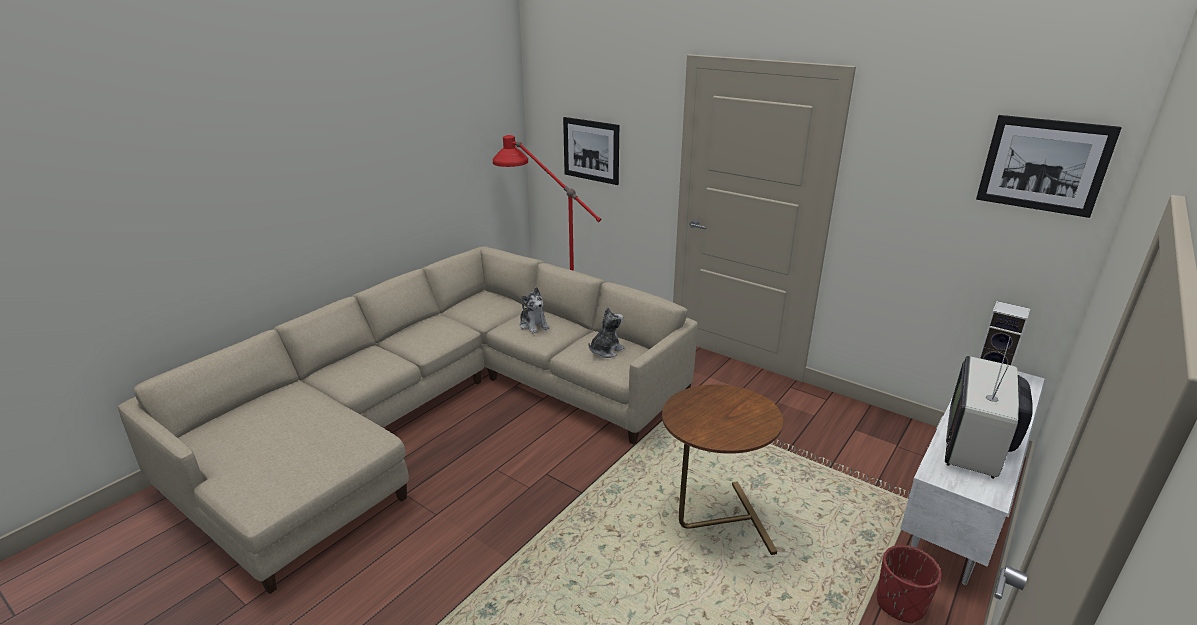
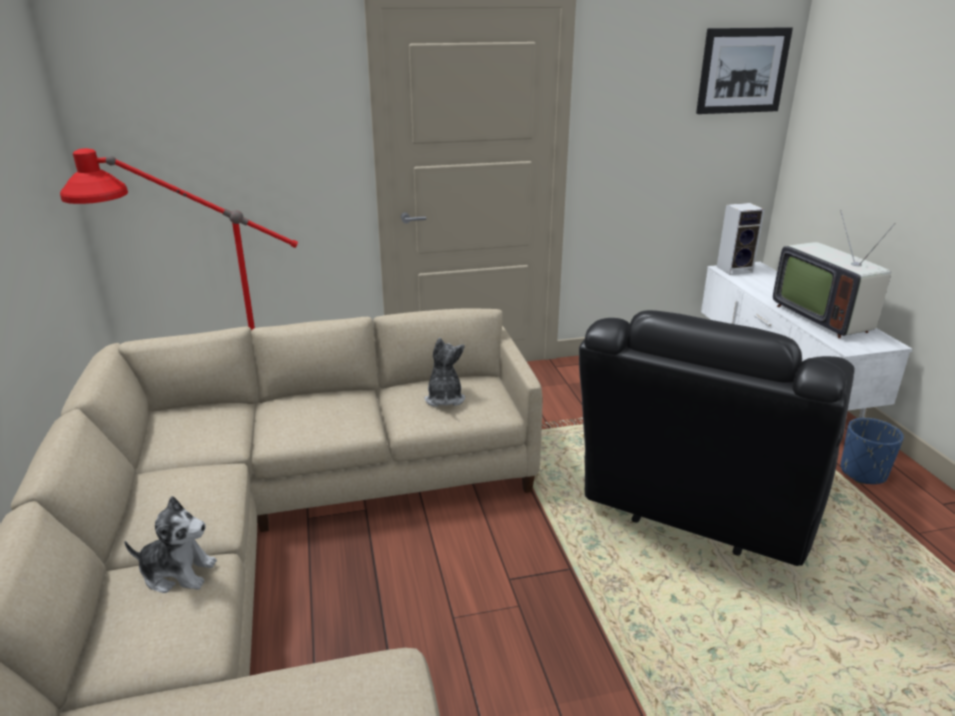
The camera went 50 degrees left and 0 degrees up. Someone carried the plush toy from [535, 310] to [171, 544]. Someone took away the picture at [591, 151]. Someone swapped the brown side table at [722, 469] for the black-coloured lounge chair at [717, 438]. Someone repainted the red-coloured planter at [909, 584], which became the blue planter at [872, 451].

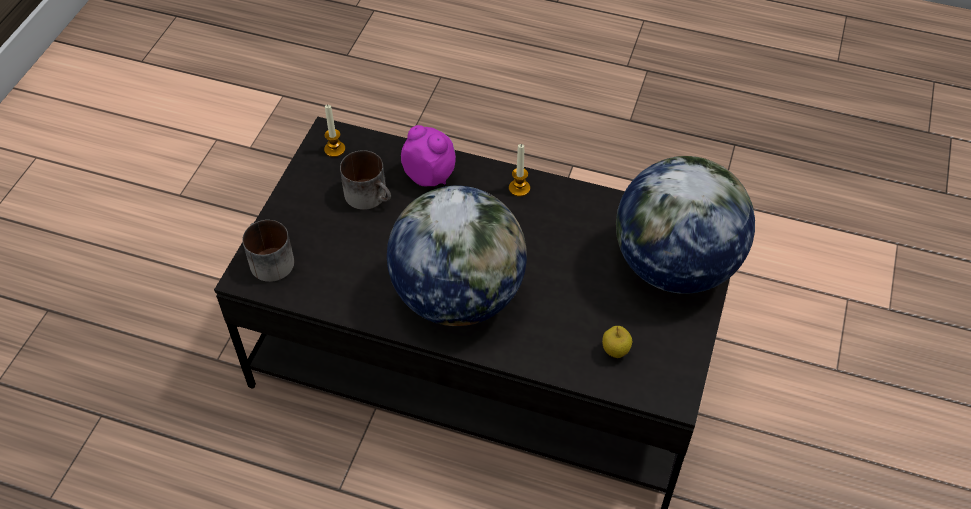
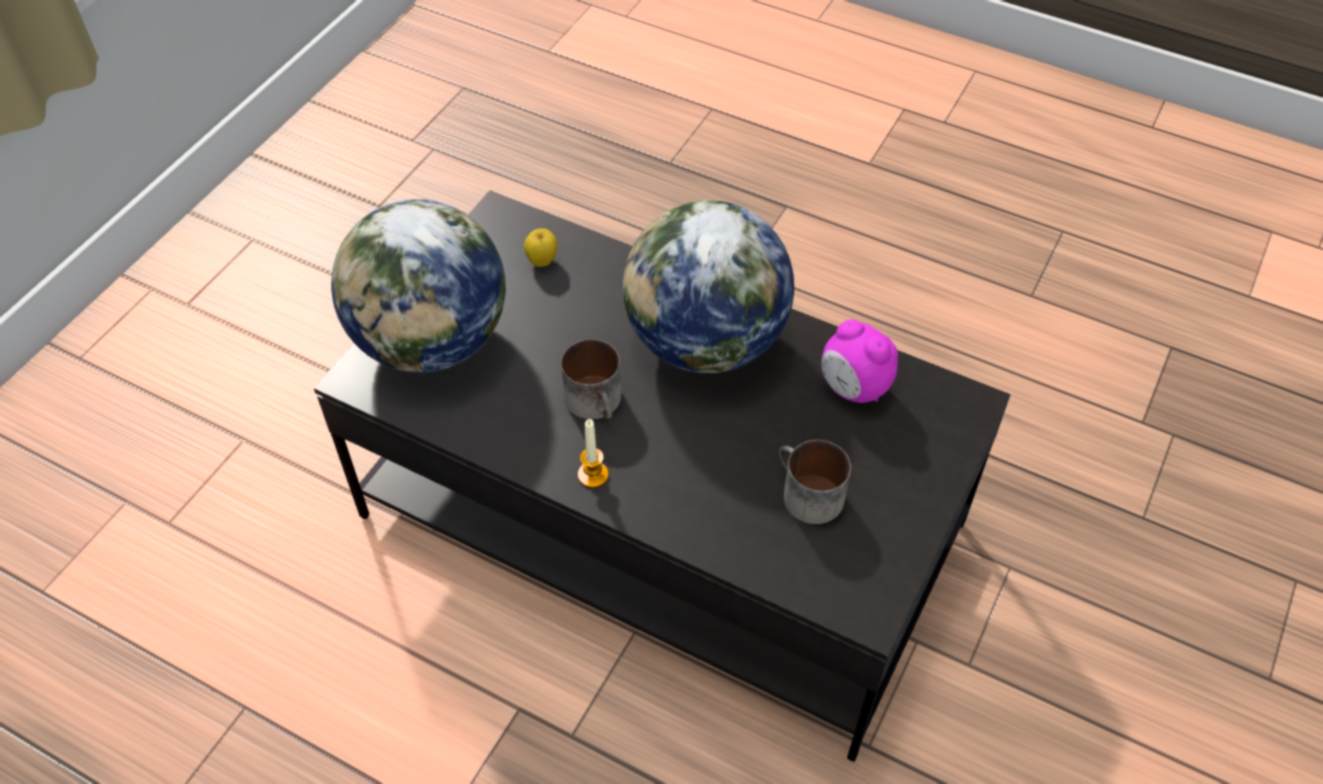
The camera went 170 degrees left and 0 degrees up. Someone carried the tea mug from [268, 251] to [591, 379]. Someone took away the candle at [334, 130]. Someone carried the bedside clock from [428, 155] to [859, 361].

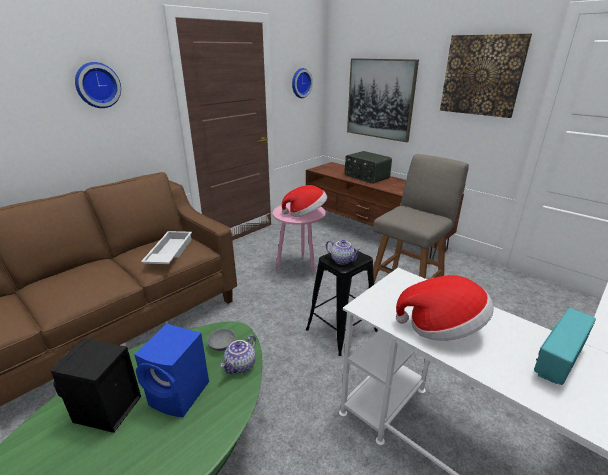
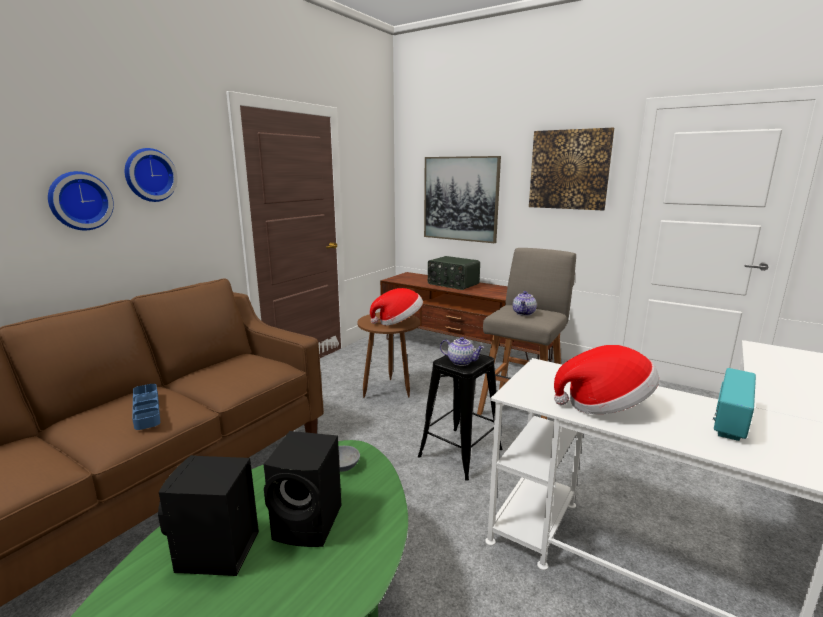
The camera went 10 degrees left and 10 degrees down. Someone repainted the blue audio speaker at [171, 370], which became the black-coloured audio speaker at [302, 489]. Someone took away the whitish carrying tray at [166, 247]. Someone carried the pot for tea from [238, 354] to [525, 303]. Someone repainted the pink-coloured side table at [299, 239], which became the brown side table at [388, 355]. Someone carried the clock on the wall from [302, 83] to [81, 200]. Someone put down the blue carrying tray at [146, 407].

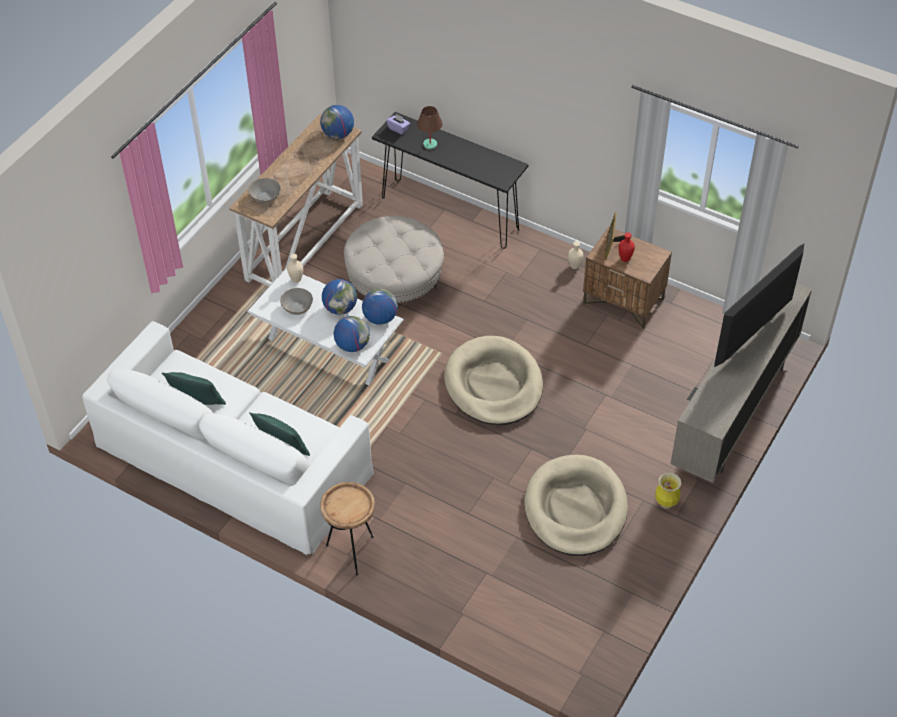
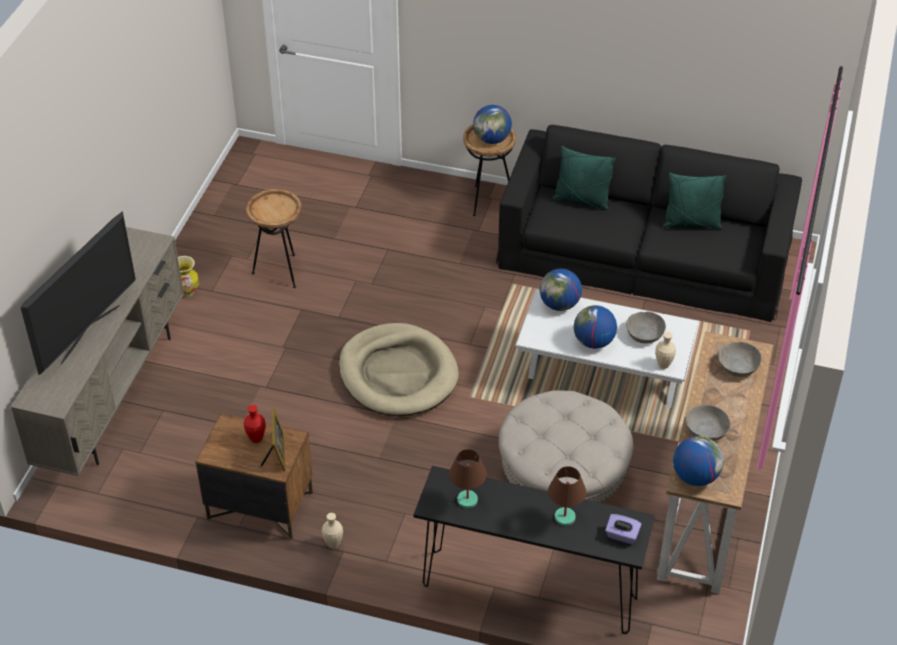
The camera went 165 degrees right and 5 degrees down. Someone repainted the whitish couch at [228, 438], which became the black-coloured couch at [649, 223]. Someone carried the globe from [380, 307] to [492, 124]. Someone swapped the beige dog cushion at [576, 505] for the brown side table at [274, 238]. Someone put down the brown tabletop lamp at [468, 478]. Someone put down the greyish bowl at [708, 423].

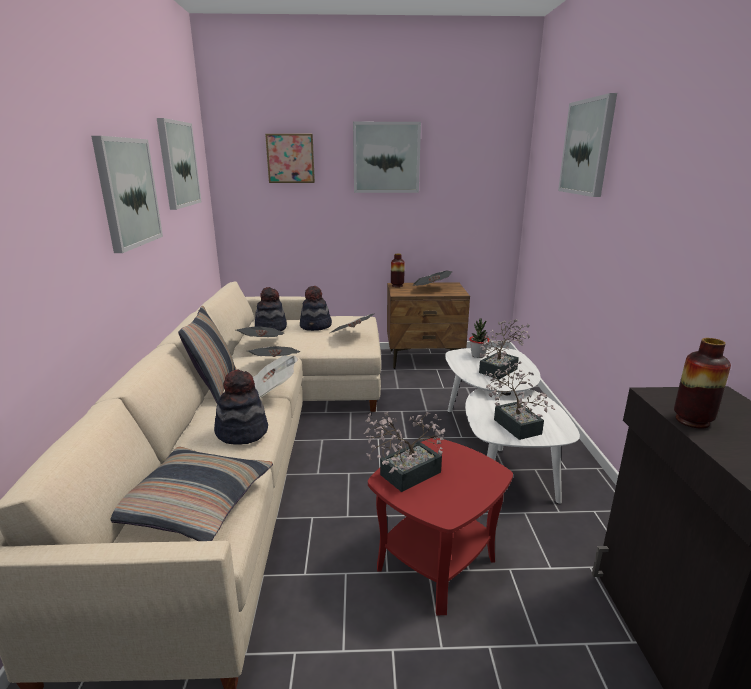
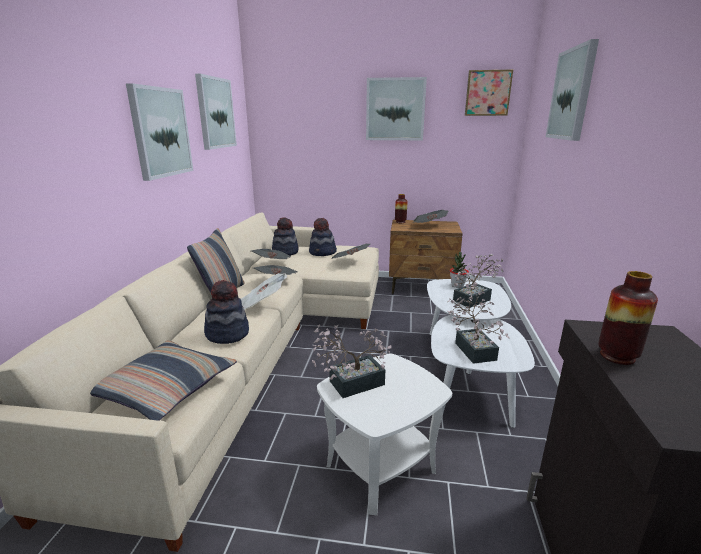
The camera went 10 degrees right and 0 degrees up. Someone carried the picture from [290, 158] to [489, 92]. Someone repainted the red-coloured side table at [440, 526], which became the whitish side table at [384, 434].

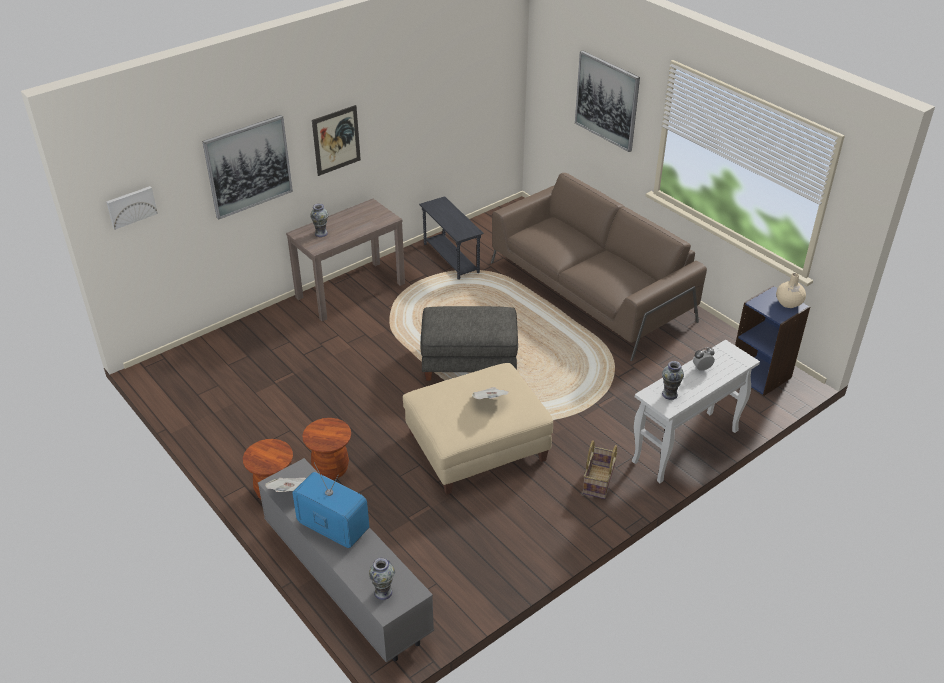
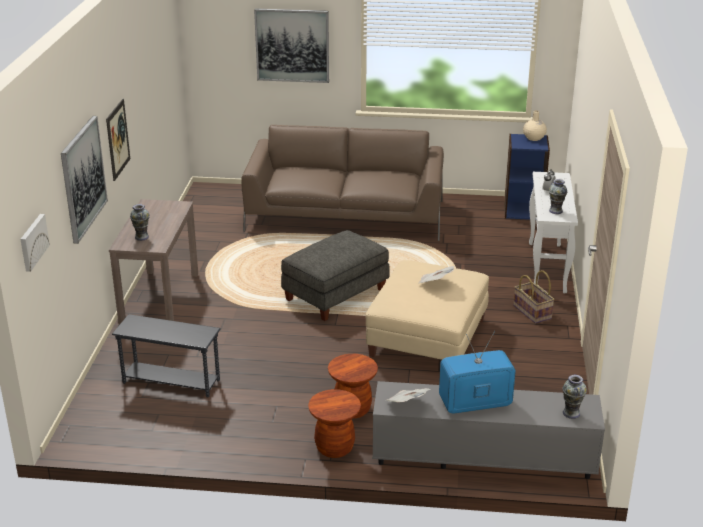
The camera went 45 degrees left and 10 degrees down. Someone carried the greyish side table from [451, 238] to [166, 356].

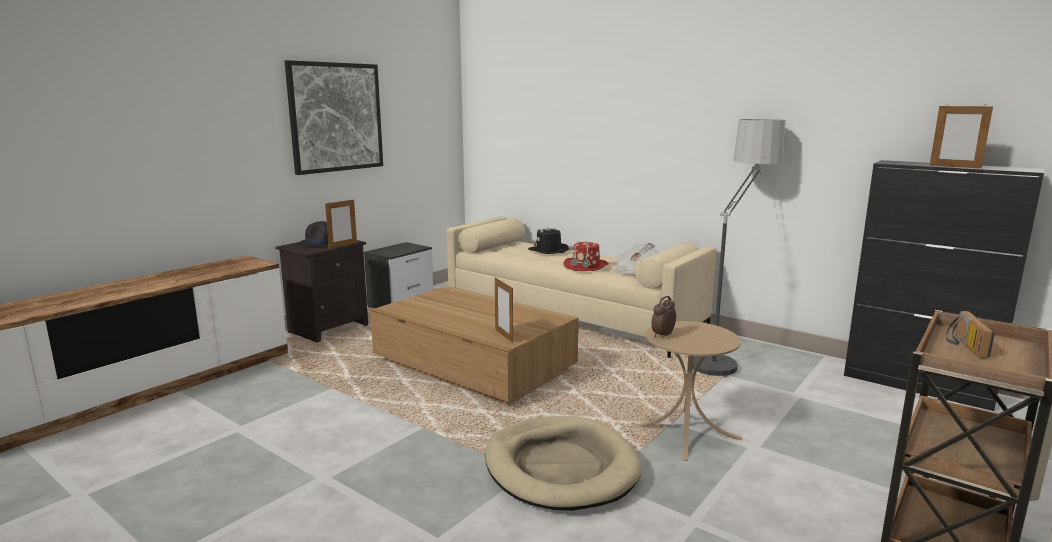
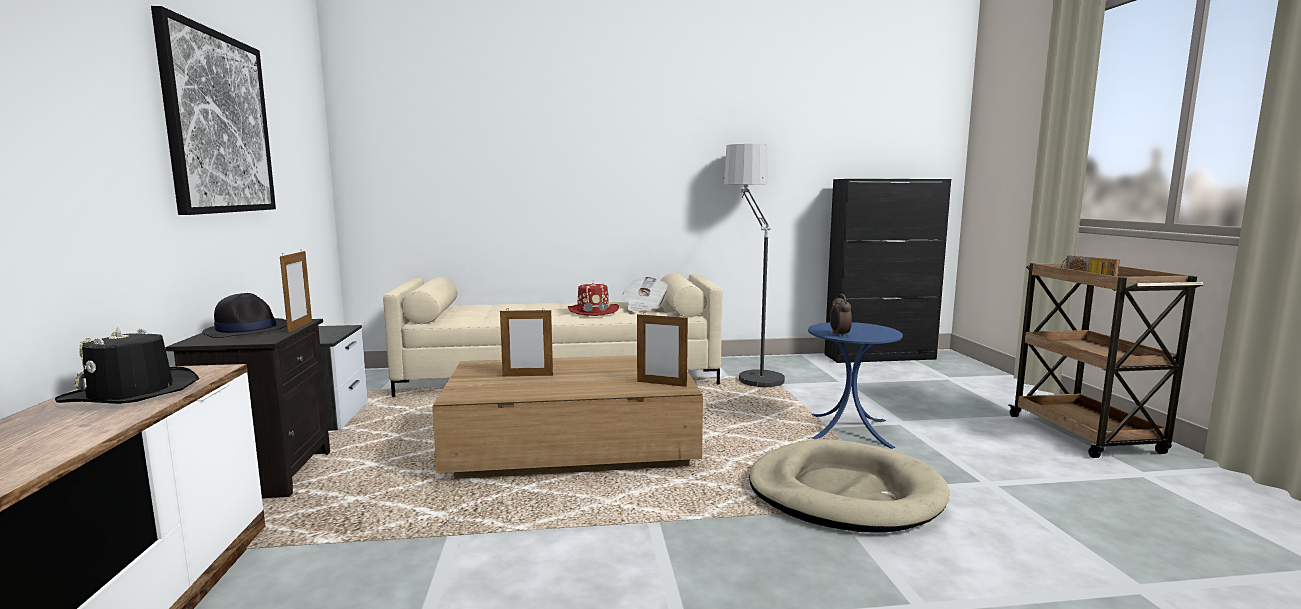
The camera went 45 degrees left and 5 degrees down. Someone carried the black-coloured wearable hat from [548, 240] to [127, 365]. Someone repainted the beige side table at [688, 391], which became the blue side table at [855, 385]. Someone carried the picture frame from [961, 136] to [526, 342].

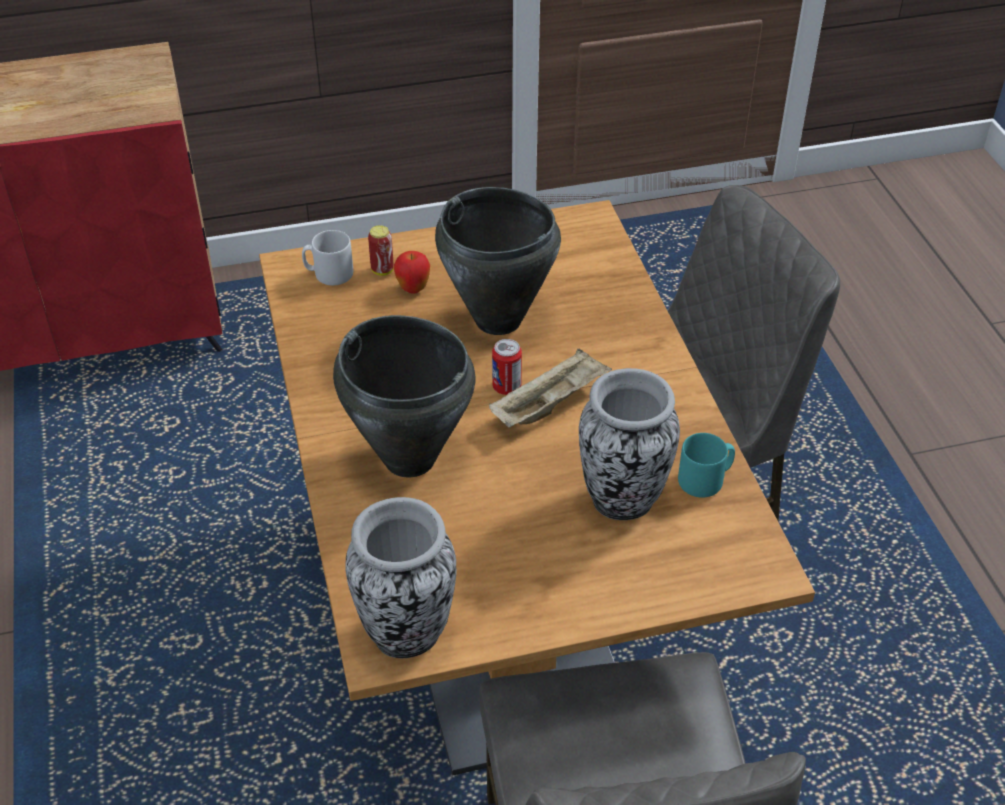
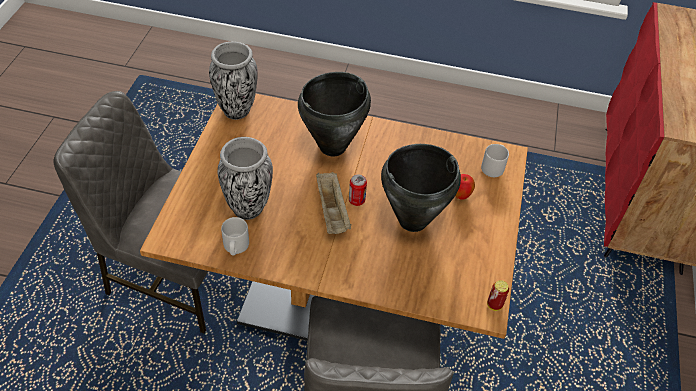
The camera went 115 degrees right and 5 degrees up. Someone carried the sealed can from [381, 250] to [498, 295]. Someone repainted the turquoise-coloured tea mug at [706, 465], which became the greyish tea mug at [235, 236].

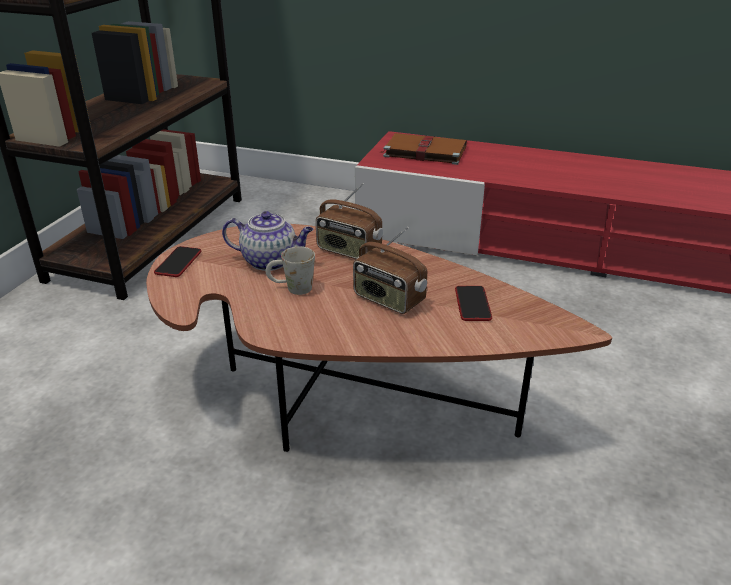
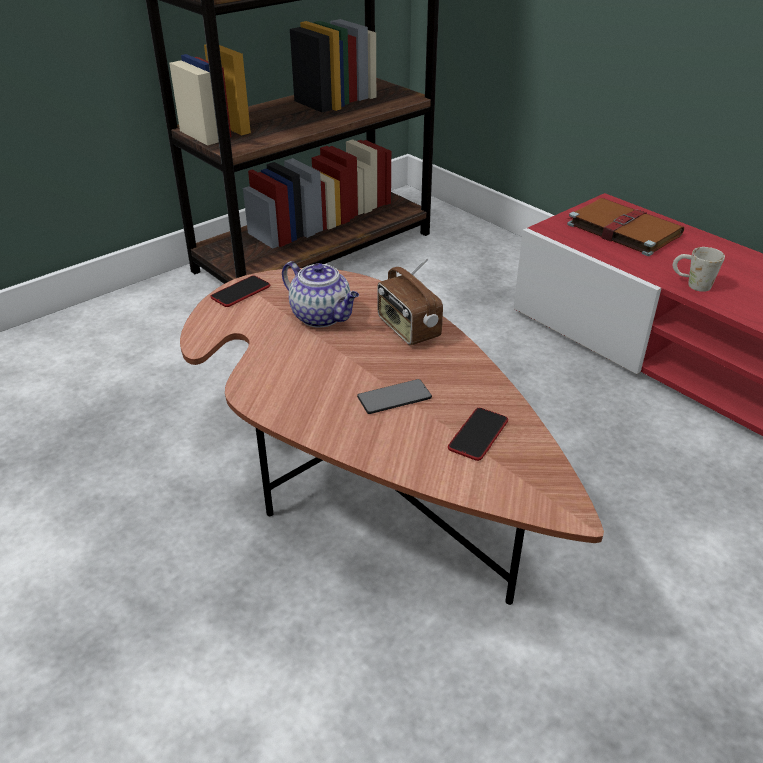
The camera went 30 degrees right and 5 degrees up. Someone carried the whitish tea mug from [290, 271] to [699, 269]. Someone swapped the radio receiver at [390, 270] for the handset at [394, 396].

